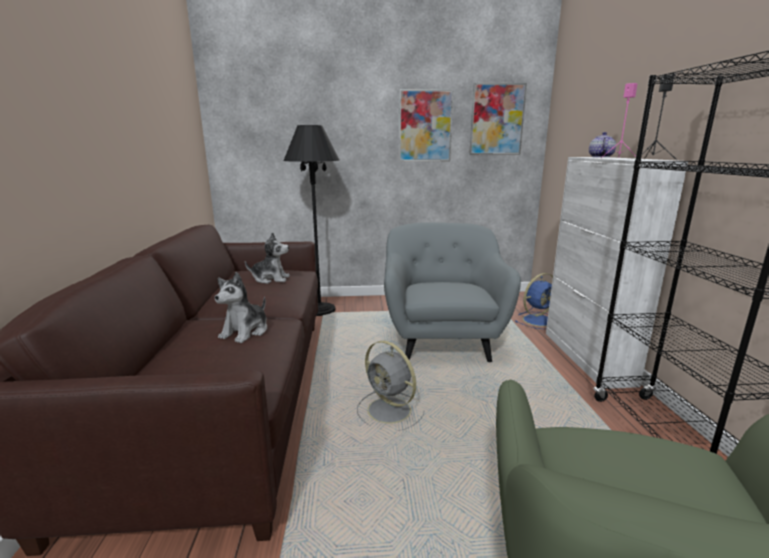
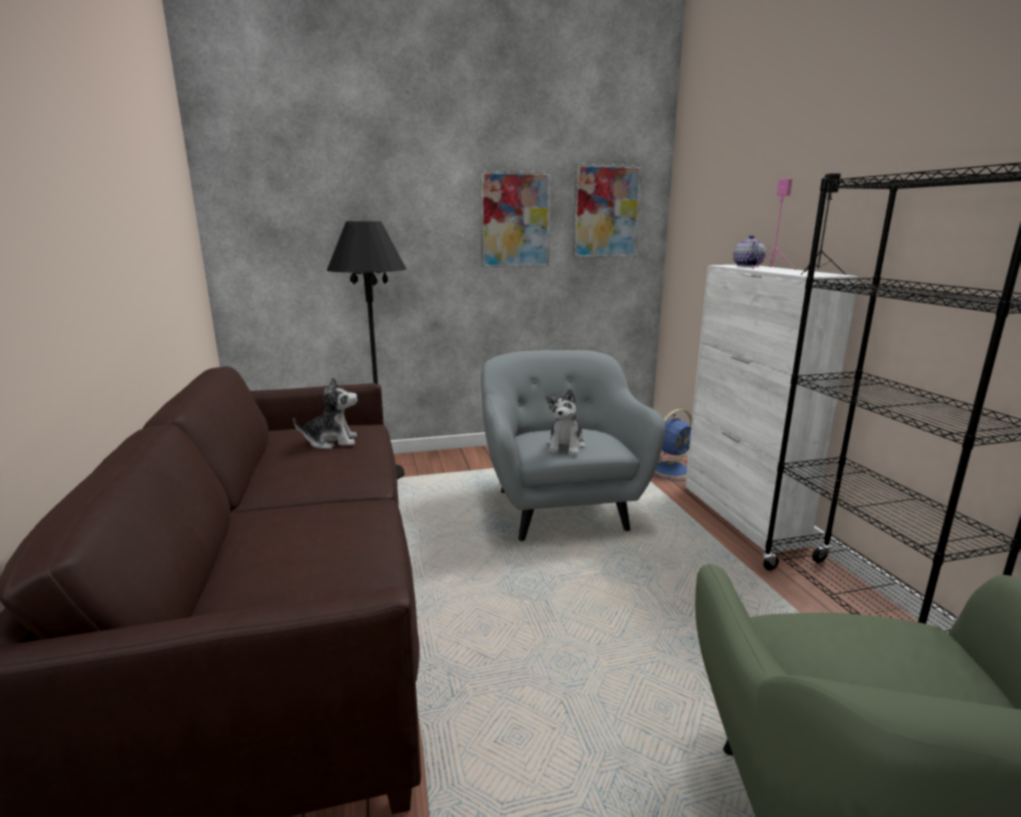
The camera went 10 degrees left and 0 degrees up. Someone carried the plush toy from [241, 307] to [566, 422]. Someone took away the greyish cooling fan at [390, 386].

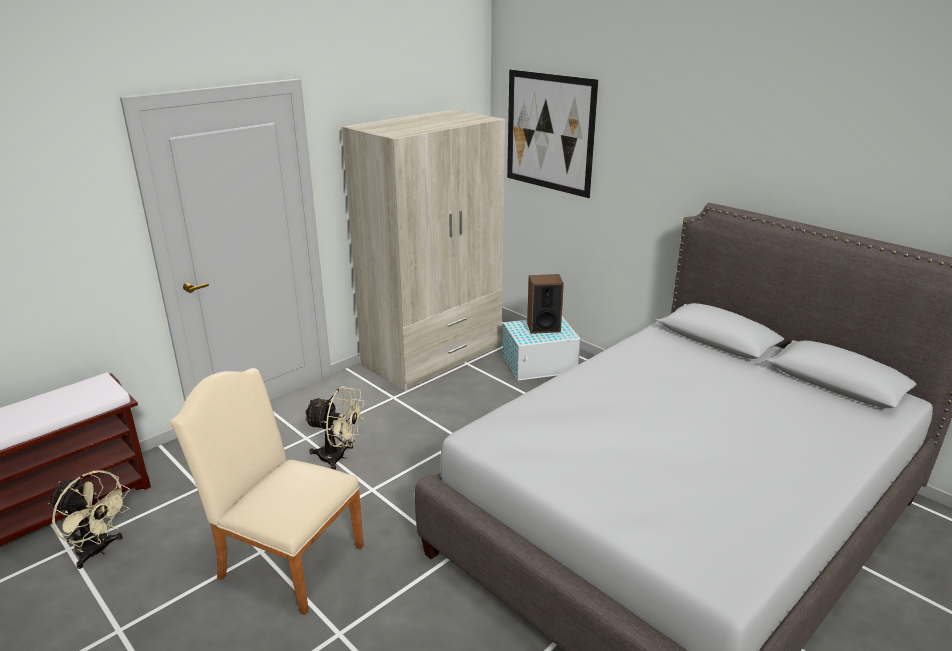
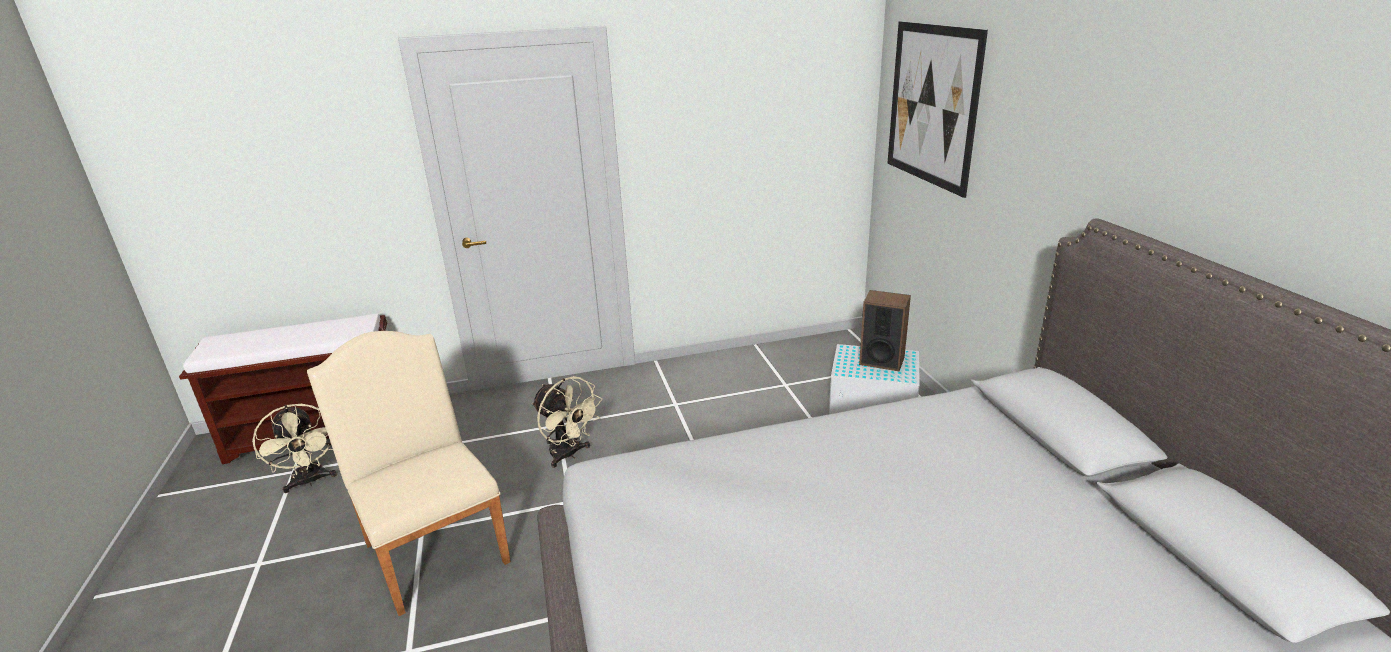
The camera went 30 degrees right and 0 degrees up. Someone took away the beige clothes cupboard at [423, 250].

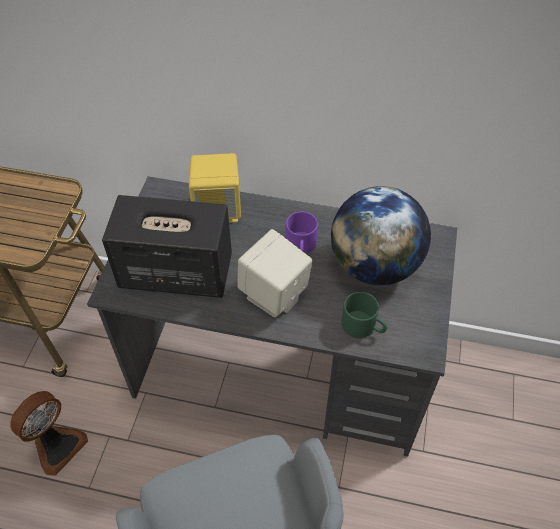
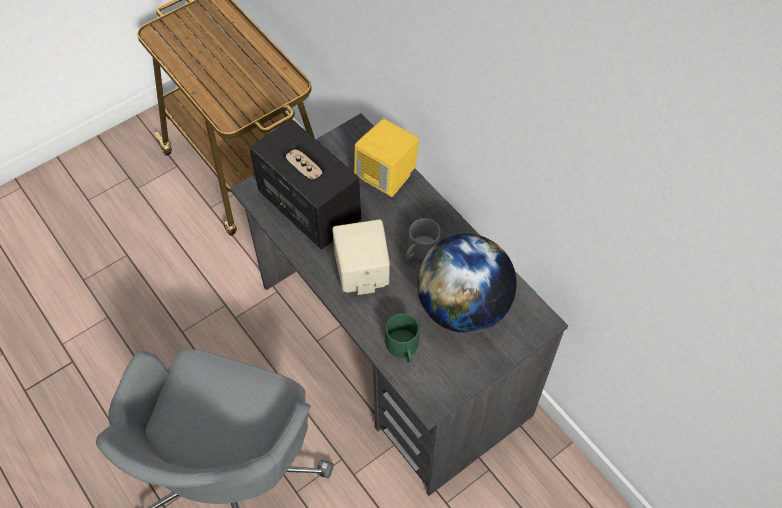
The camera went 40 degrees right and 5 degrees up. Someone took away the cooling fan at [49, 433]. Someone repainted the purple-coloured tea mug at [302, 233], which became the greyish tea mug at [423, 239].

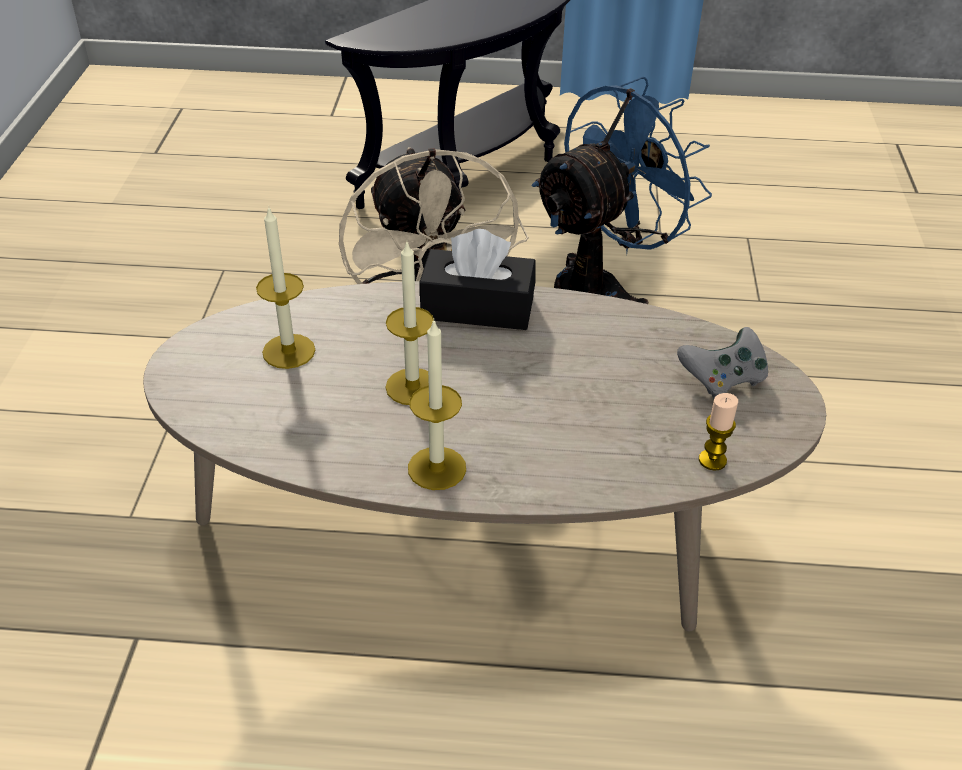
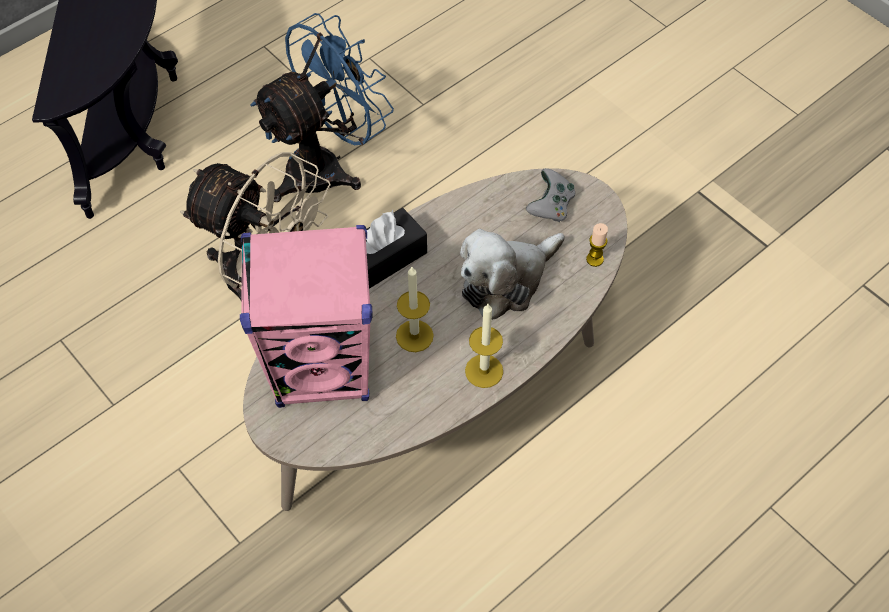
The camera went 45 degrees left and 15 degrees up. Someone swapped the candle at [285, 287] for the pink-coloured audio speaker at [306, 316]. Someone rotated the blue cooling fan at [622, 190] by 45 degrees clockwise. Someone put down the plush toy at [512, 274].

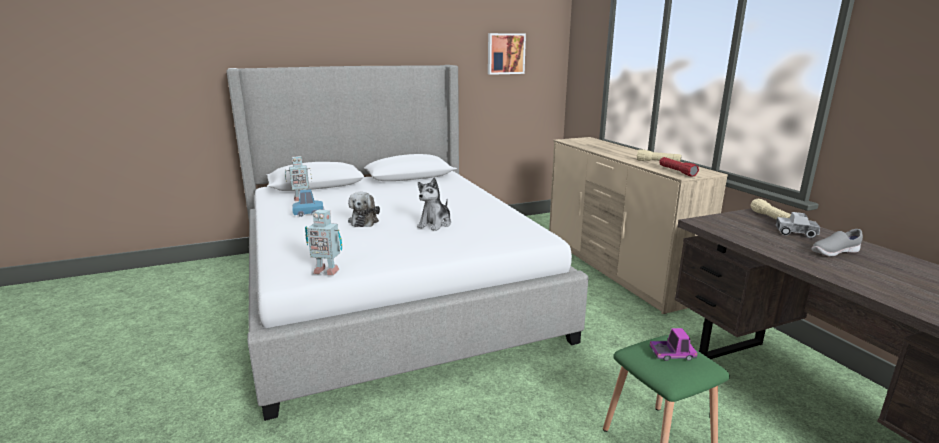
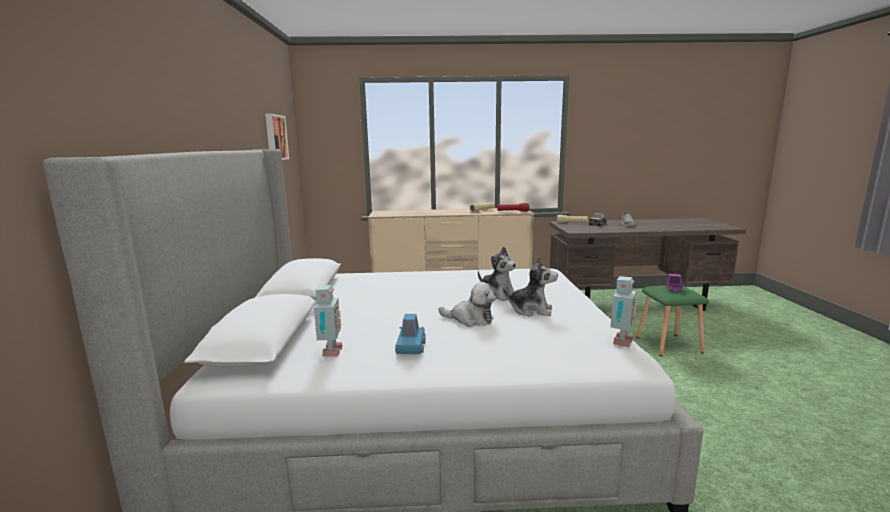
The camera went 70 degrees left and 5 degrees down. Someone put down the plush toy at [530, 286].

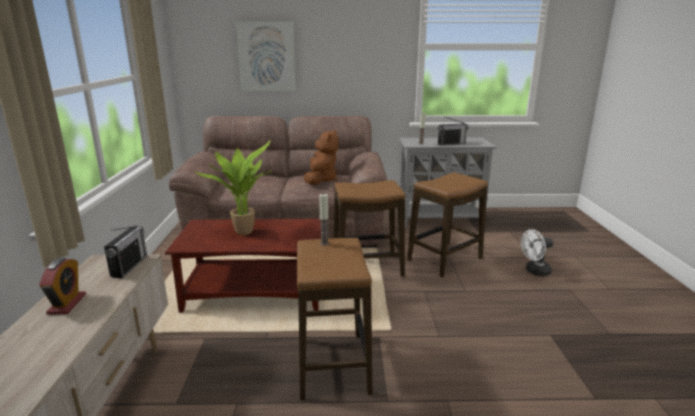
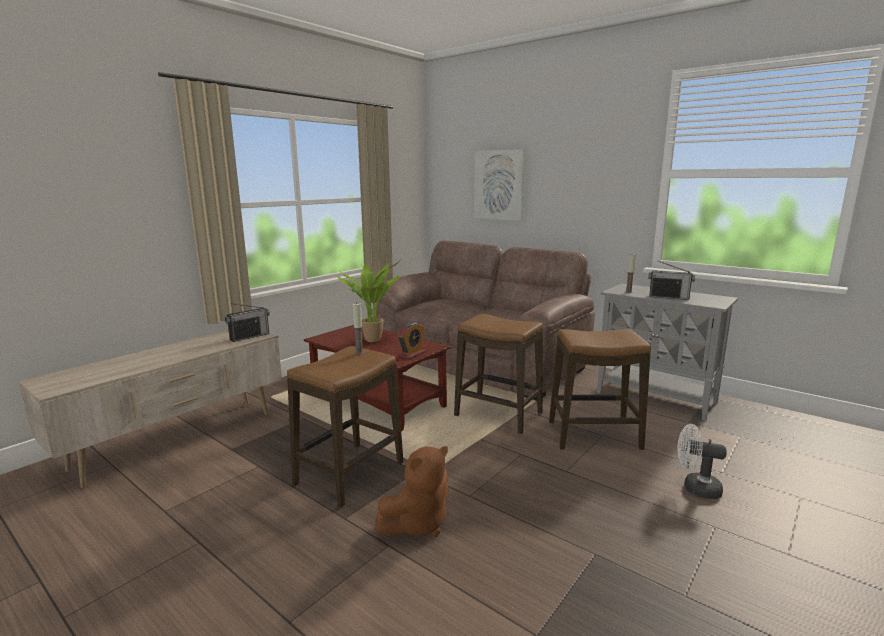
The camera went 40 degrees right and 5 degrees down. Someone carried the bedside clock from [62, 286] to [411, 340]. Someone carried the brown plush toy from [321, 157] to [411, 491].

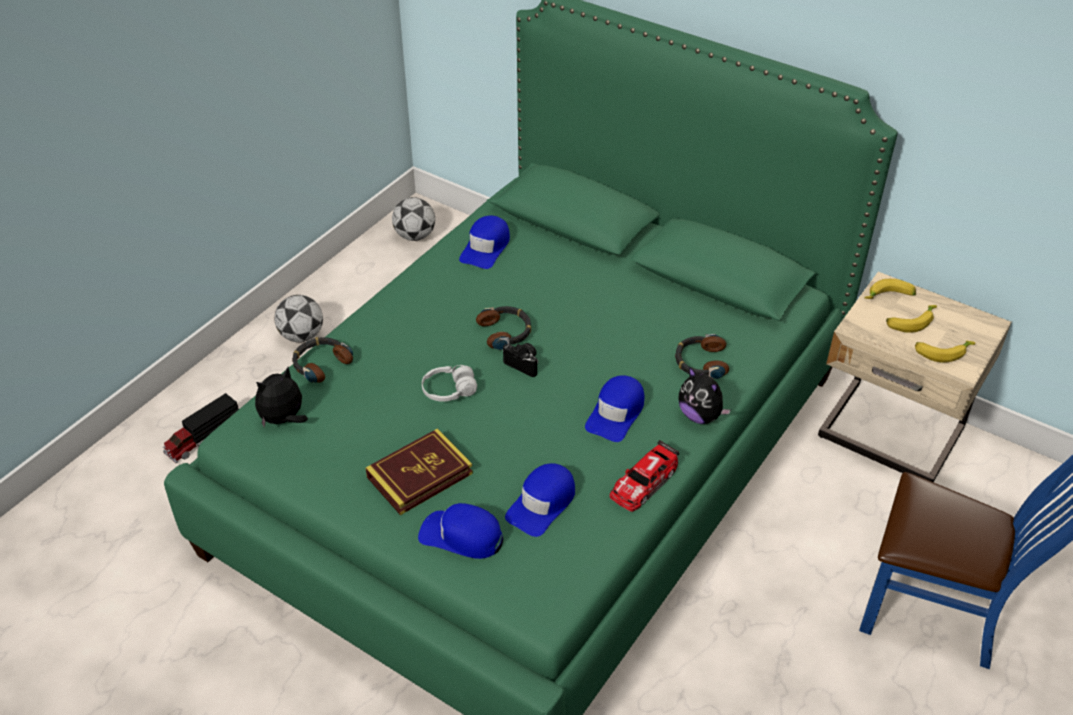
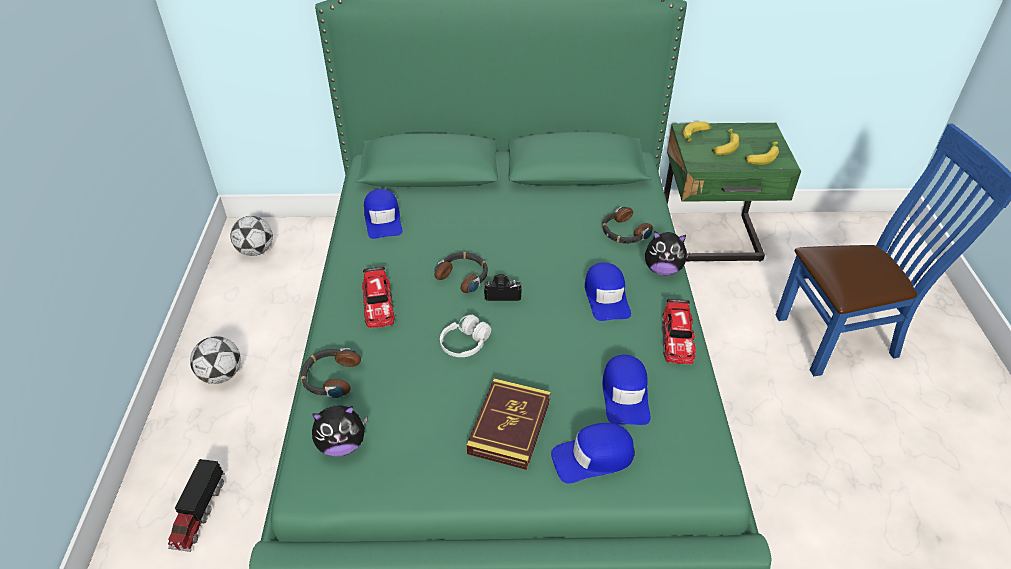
The camera went 35 degrees left and 0 degrees up. Someone rotated the plush toy at [281, 397] by 120 degrees counterclockwise. Someone repainted the beige night table at [914, 377], which became the greenish night table at [732, 192]. Someone put down the model car at [378, 297].

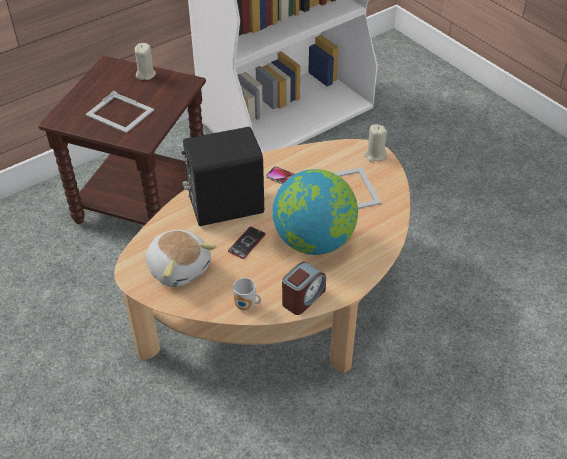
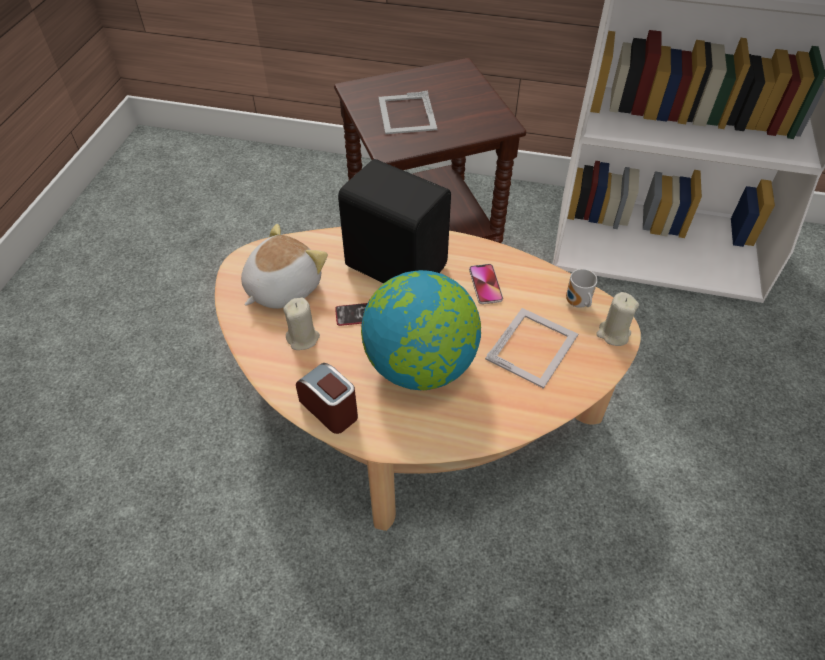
The camera went 50 degrees right and 5 degrees up. Someone carried the beige candle from [145, 61] to [301, 323]. Someone rotated the plush toy at [181, 258] by 150 degrees counterclockwise. Someone carried the tea mug from [247, 294] to [582, 288]. Someone rotated the bedside clock at [304, 288] by 135 degrees counterclockwise.

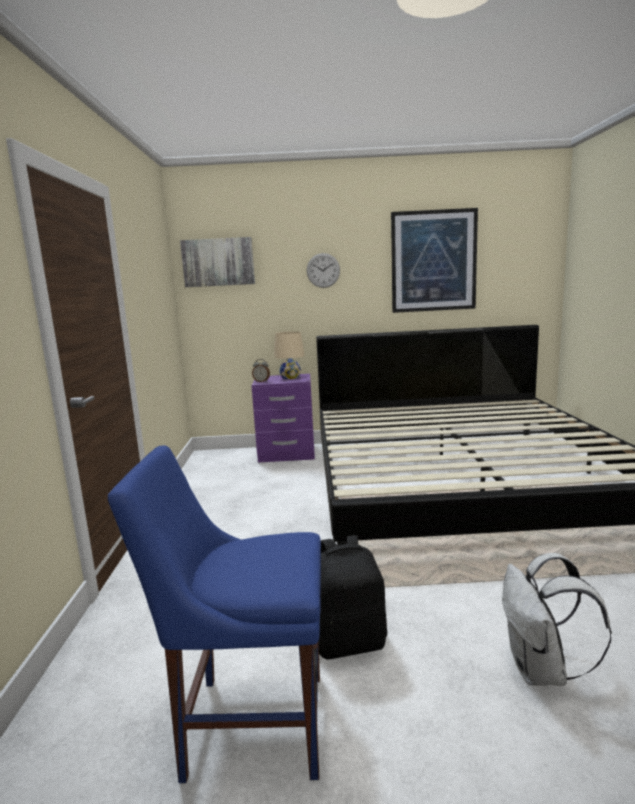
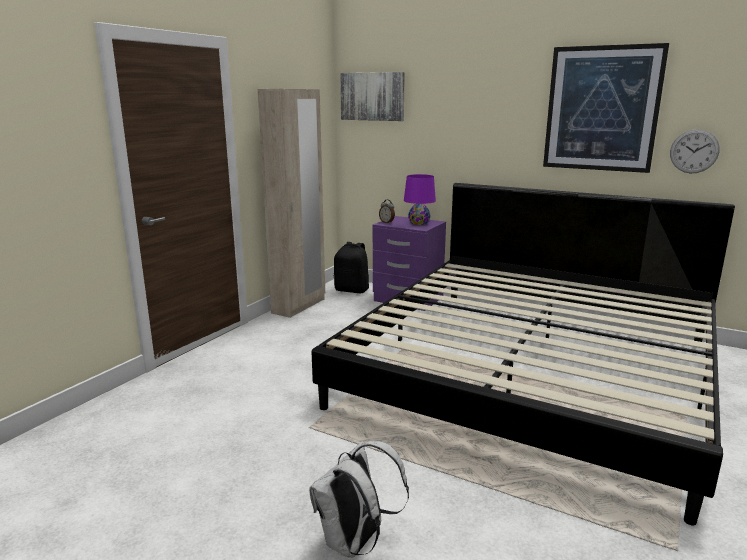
The camera went 30 degrees right and 5 degrees up. Someone took away the blue chair at [214, 614]. Someone repainted the beige tabletop lamp at [289, 355], which became the purple-coloured tabletop lamp at [420, 199]. Someone carried the clock on the wall from [323, 270] to [695, 151]. Someone carried the black-coloured rucksack from [352, 597] to [351, 267]. Someone put down the beige clothes cupboard at [291, 203].

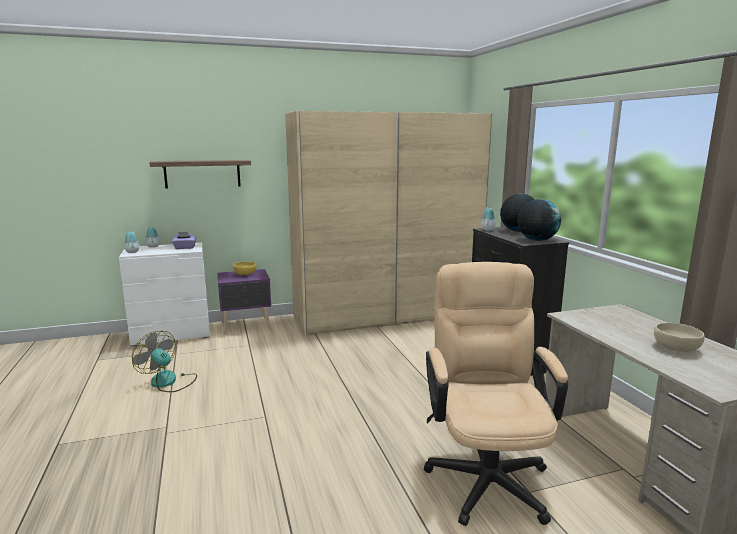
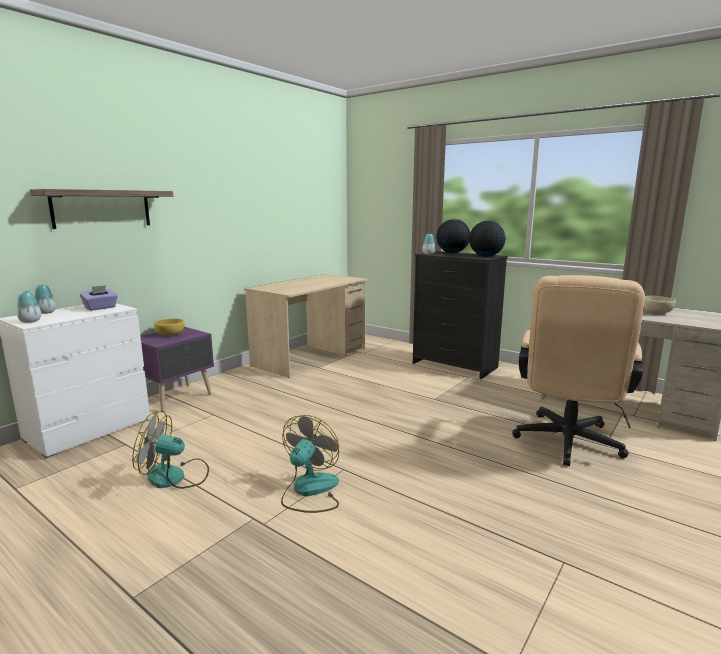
The camera went 35 degrees left and 0 degrees up. Someone swapped the beige clothes cupboard at [388, 223] for the beige desk unit at [306, 326]. Someone rotated the beige computer chair at [496, 394] by 120 degrees counterclockwise. Someone put down the cooling fan at [310, 464].

